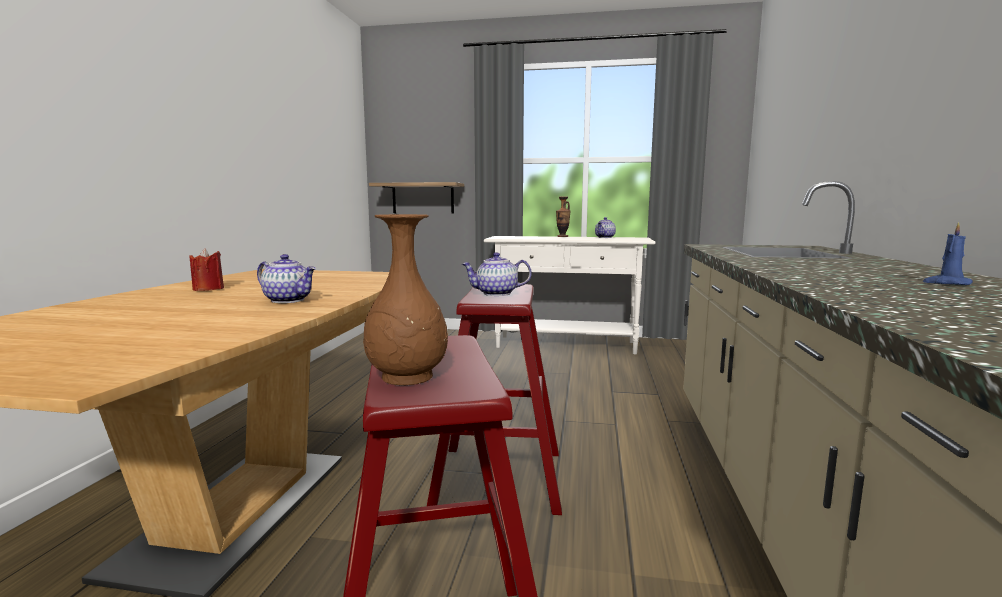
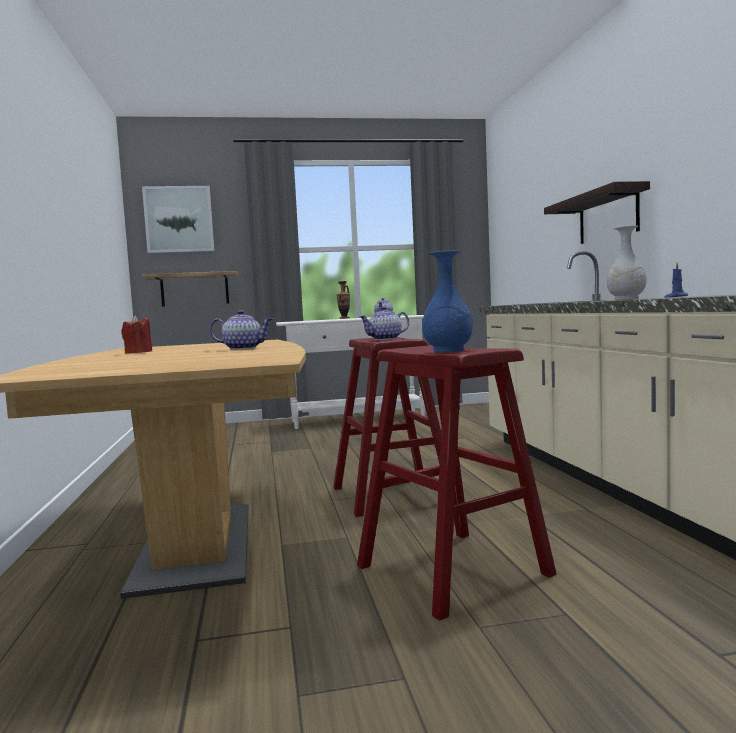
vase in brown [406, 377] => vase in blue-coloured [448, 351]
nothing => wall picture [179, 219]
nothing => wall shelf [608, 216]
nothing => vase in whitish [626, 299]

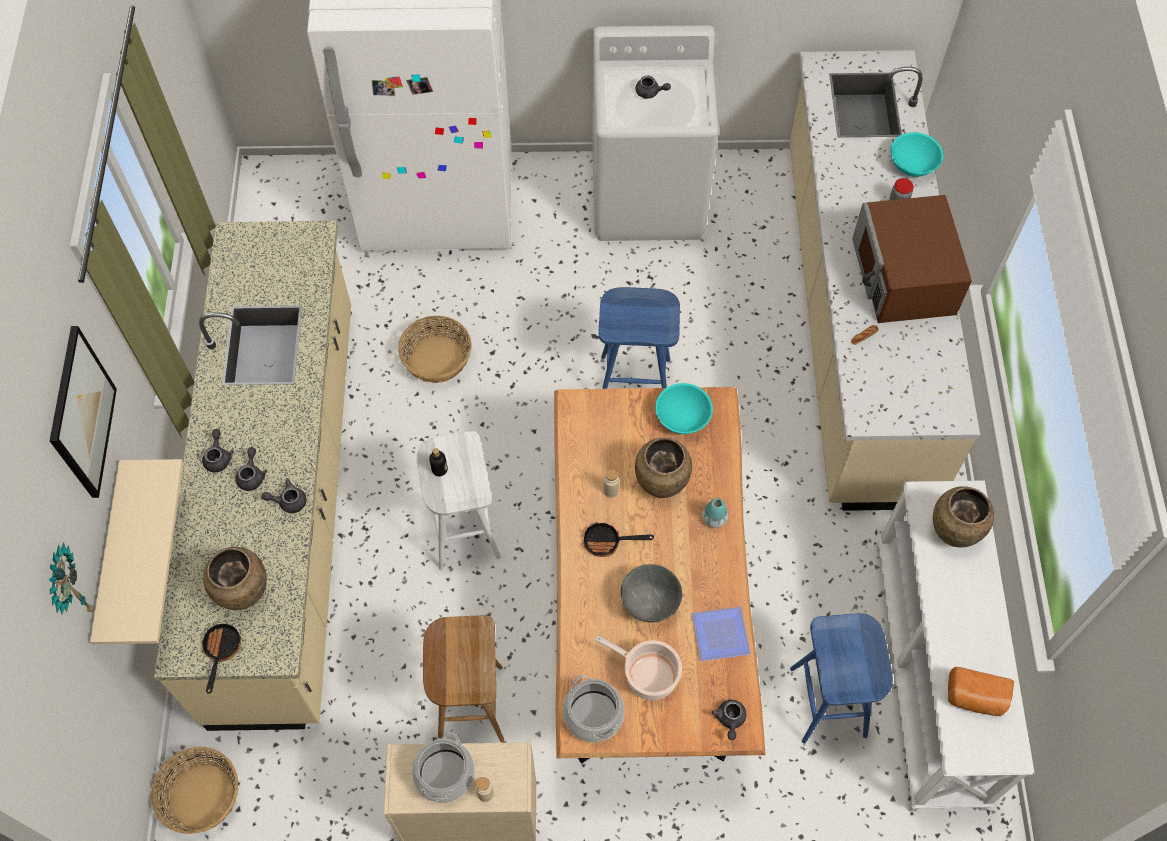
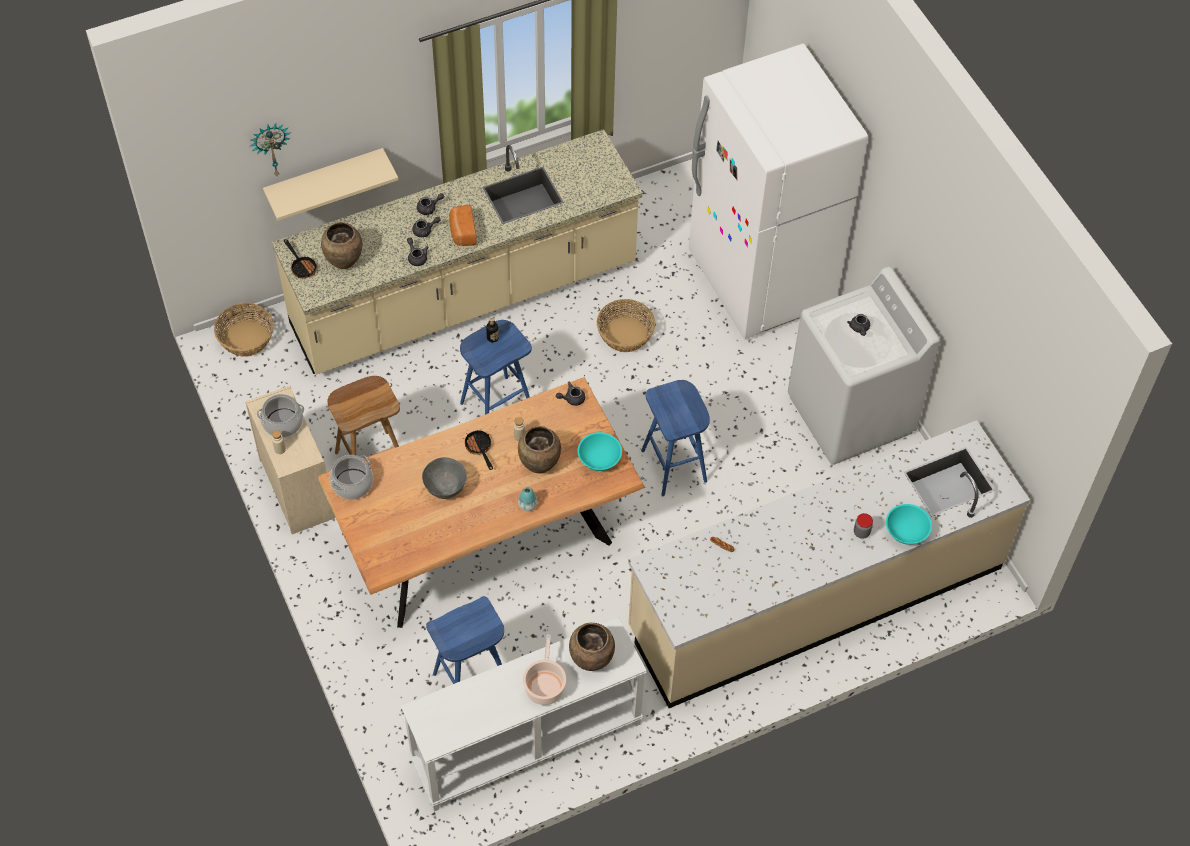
wall picture [81, 413] => nothing
pan [221, 651] => pan [302, 266], 75 degrees clockwise
stool seat in whitish [462, 530] => stool seat in blue-coloured [497, 404]
cooking pot [648, 675] => cooking pot [545, 686], moved
flat dish [722, 636] => nothing
pot for tea in gray [730, 720] => pot for tea in gray [571, 398], moved
microwave in brown [904, 277] => nothing
bakery bread [975, 698] => bakery bread [462, 232], moved

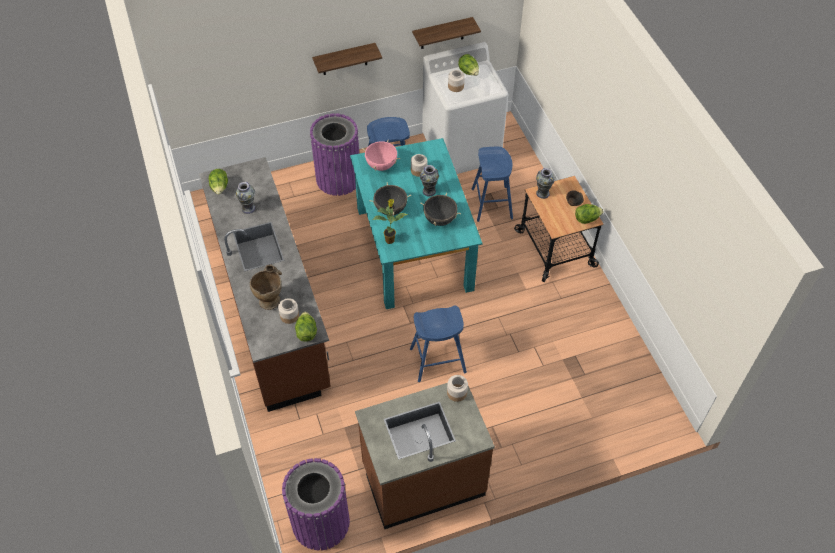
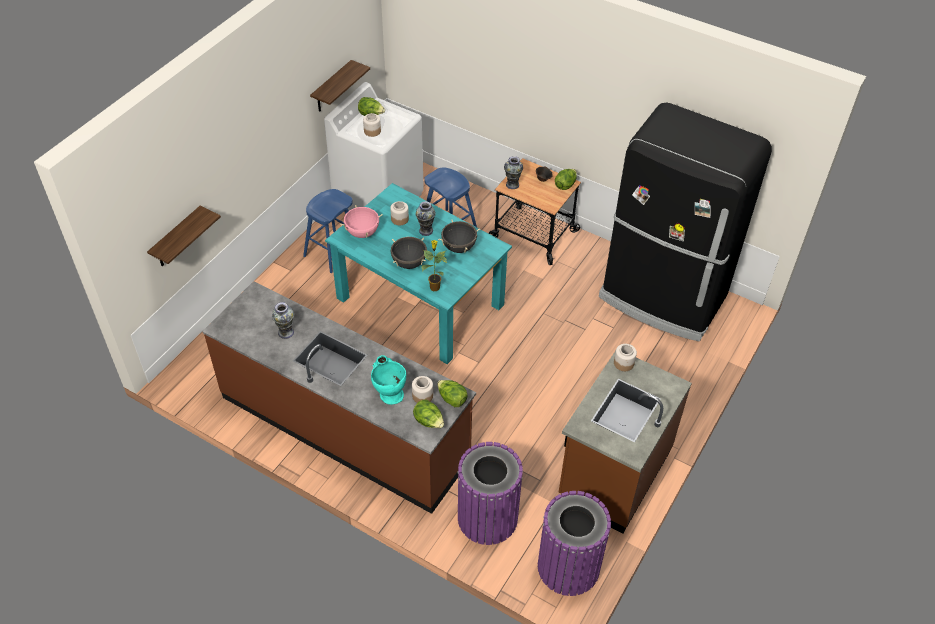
head of lettuce [220, 188] => head of lettuce [429, 421], moved
vase in beige-coloured [270, 297] => vase in turquoise [388, 392]
waste bin in purple [338, 178] => waste bin in purple [487, 518], moved
wall shelf [344, 59] => wall shelf [177, 238], moved
stool seat in blue-coloured [438, 360] => nothing
nothing => fridge in black [662, 298]

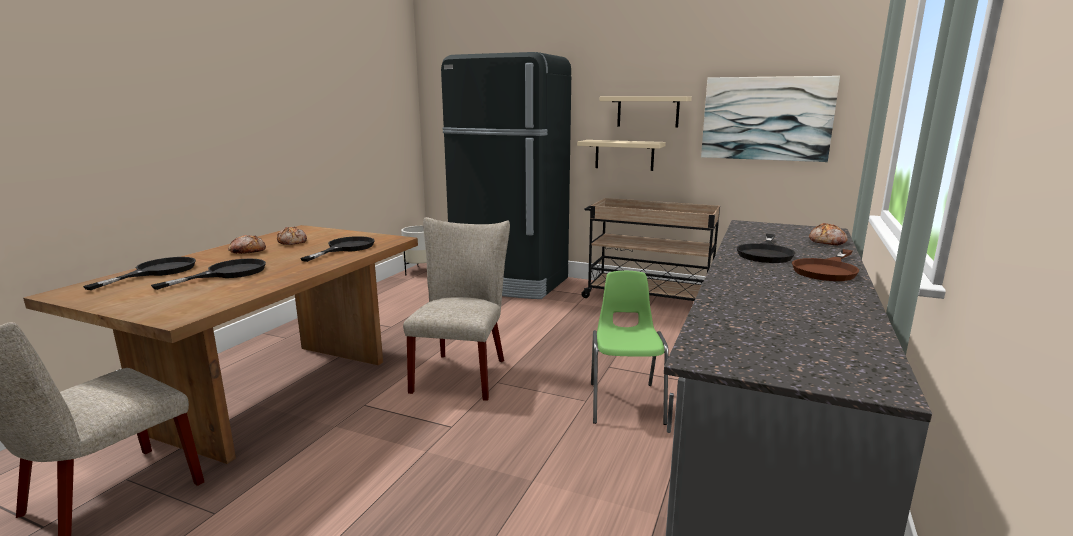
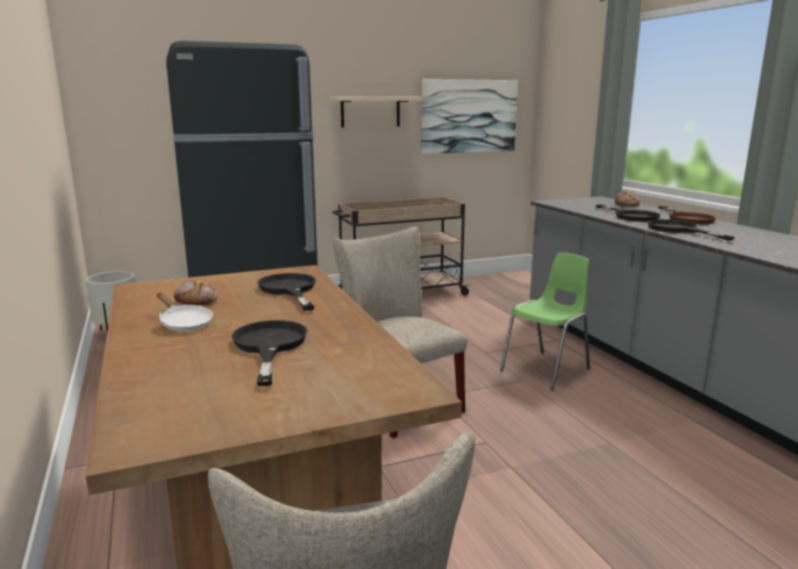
pan in black [157, 272] => pan in black [678, 230], moved
bakery bread [247, 251] => pan in whitish [183, 323]
wall shelf in beige-coloured [624, 155] => nothing
plain chair in green [625, 402] => plain chair in green [546, 370], 90 degrees clockwise

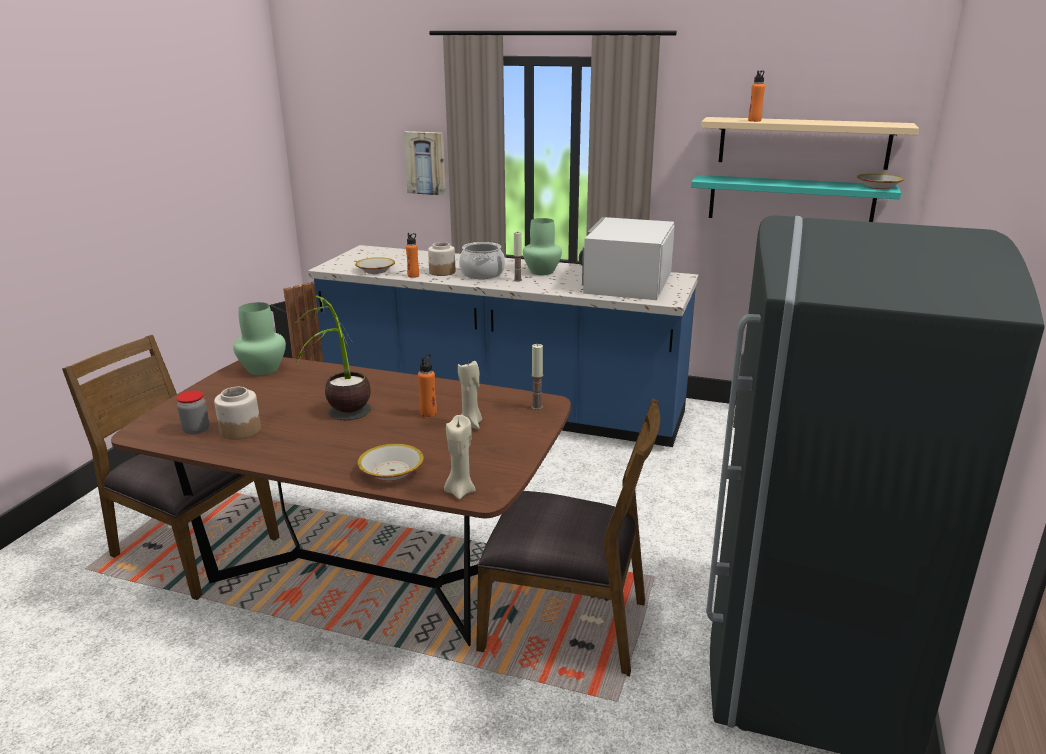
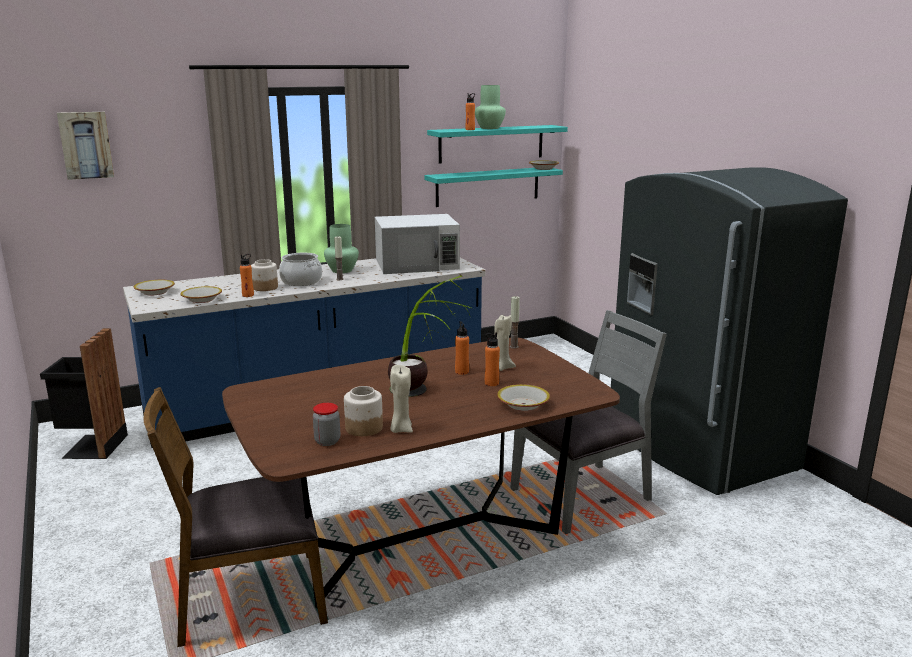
vase in green [263, 369] => vase in green [489, 128], moved
wall picture [426, 163] => wall picture [85, 145], moved
wax candle in beige-coloured [460, 491] => wax candle in beige-coloured [401, 429], moved
plain chair in brown [566, 623] => plain chair in gray [582, 496]
microwave in whitish [627, 283] => microwave in whitish [417, 264], 75 degrees counterclockwise
wall shelf in beige-coloured [803, 142] => wall shelf in turquoise [491, 143]
nothing => serving bowl [155, 292]
nothing => drink bottle in orangey [491, 383]

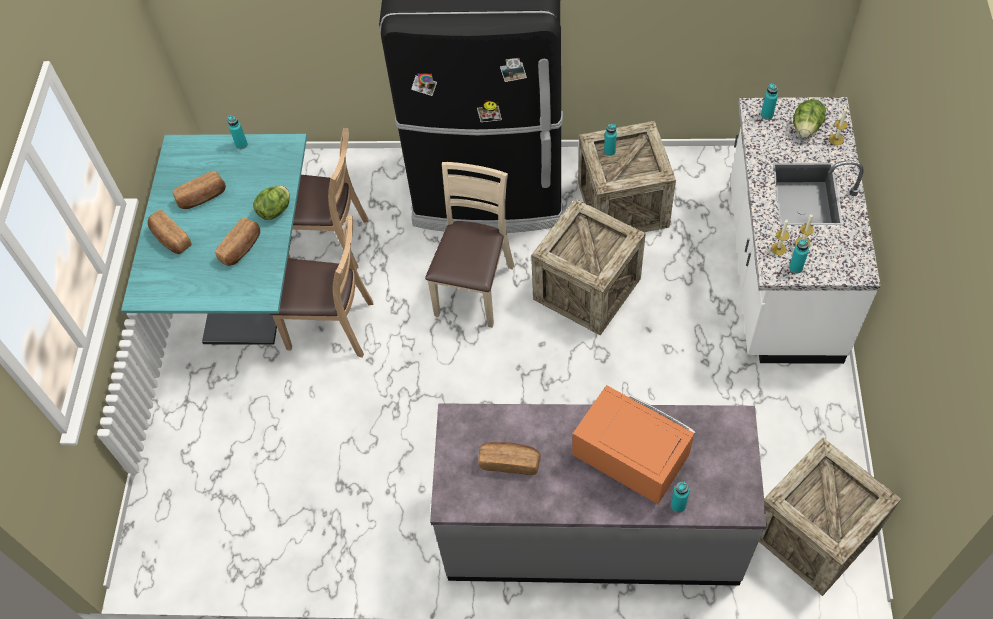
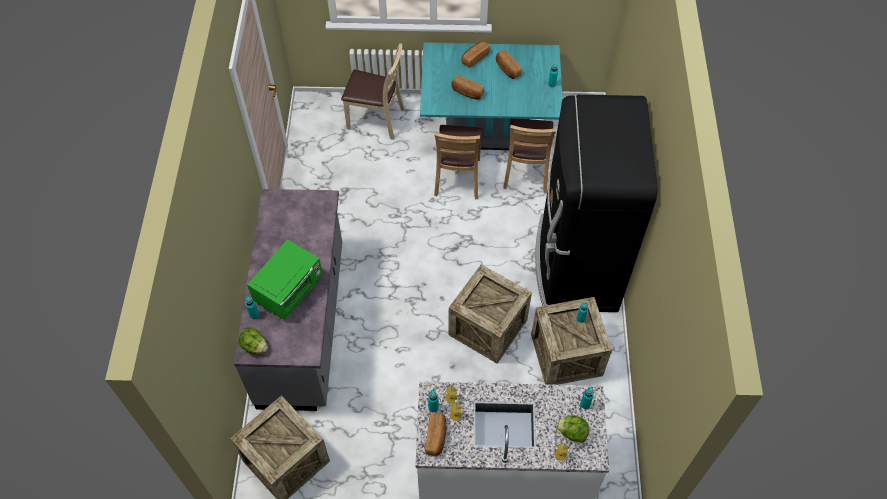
head of lettuce [275, 210] => head of lettuce [254, 346], moved
plain chair in beige-coloured [474, 289] => plain chair in beige-coloured [376, 119], moved
bakery bread [509, 462] => bakery bread [436, 437], moved
microwave in orangey [629, 457] => microwave in green [290, 290]

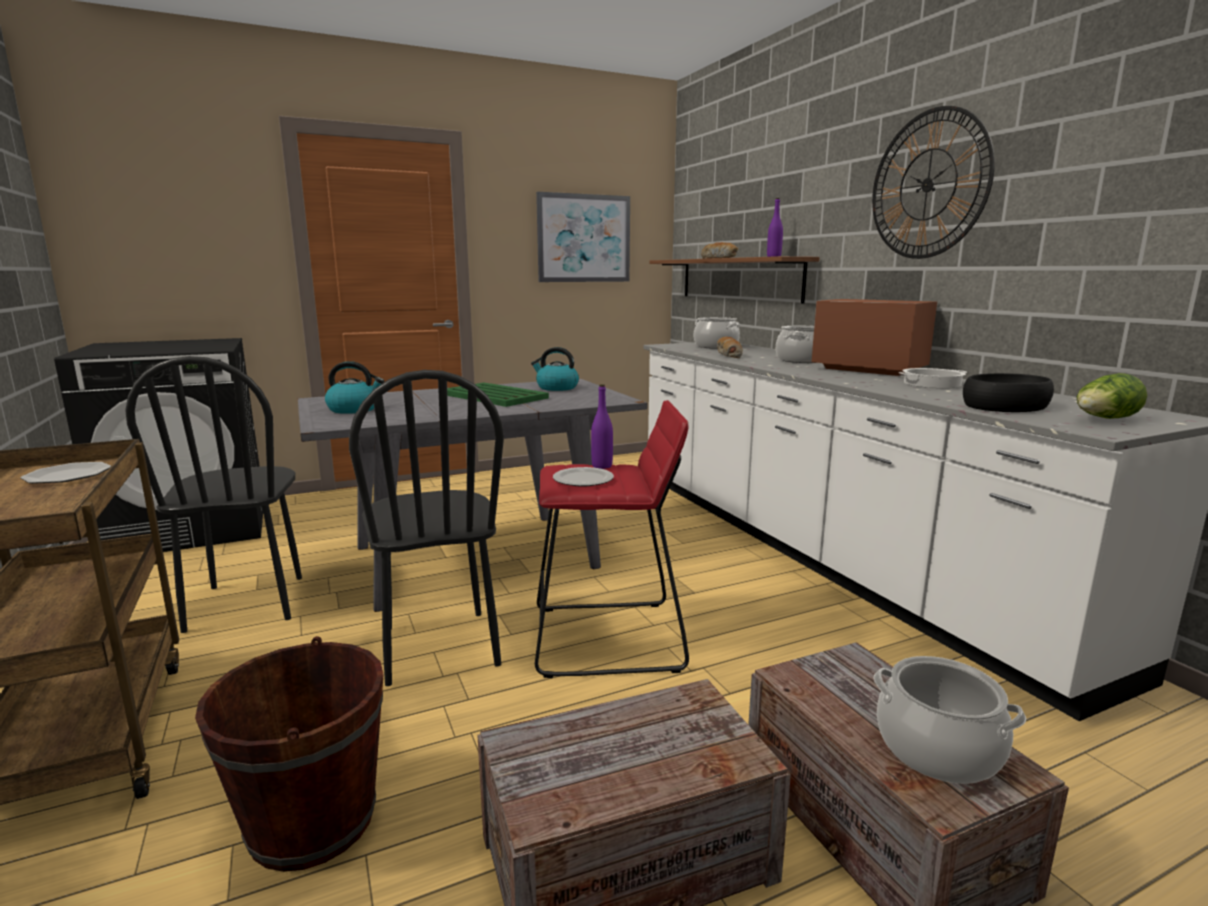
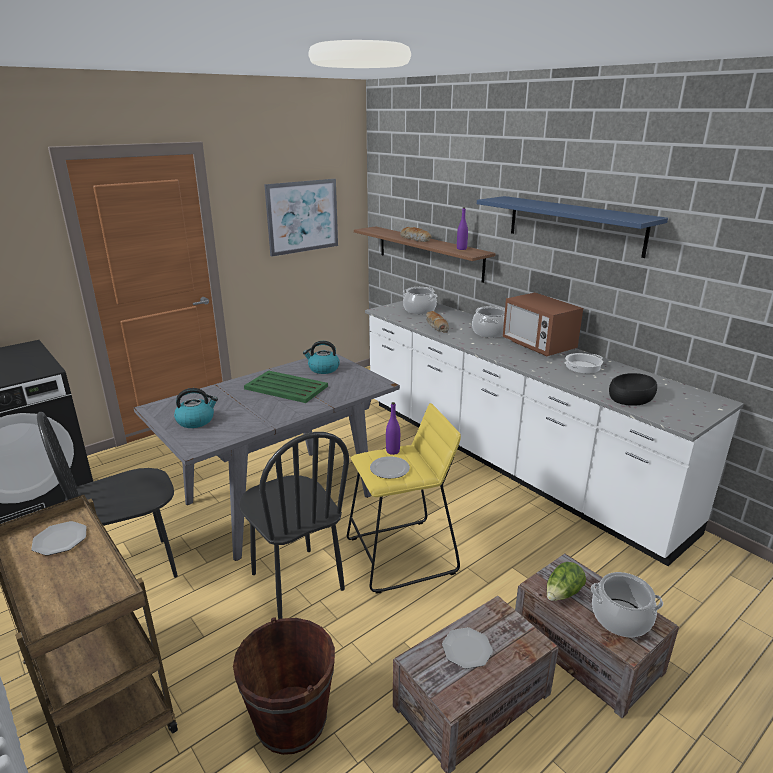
plain chair in black [247, 603] => plain chair in black [134, 570], 90 degrees clockwise
stool seat in reddish [607, 638] => stool seat in yellow-coloured [401, 555]
microwave [869, 369] => microwave [538, 346], 150 degrees counterclockwise
hanging clock [928, 185] => wall shelf in blue-coloured [574, 225]
head of lettuce [1104, 420] => head of lettuce [563, 593], moved
nothing => flat dish [467, 649]

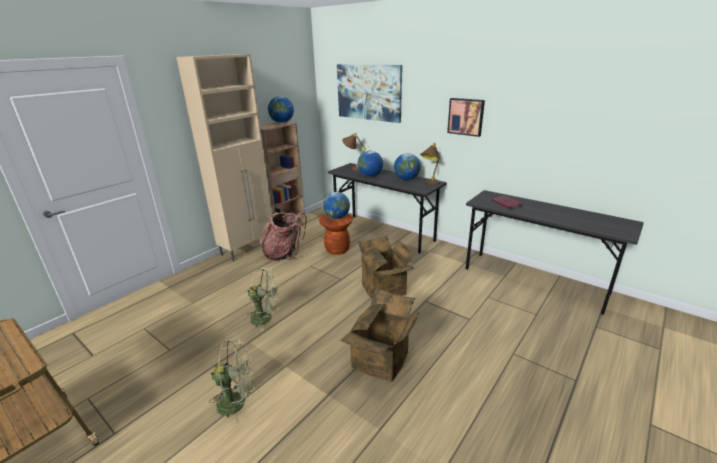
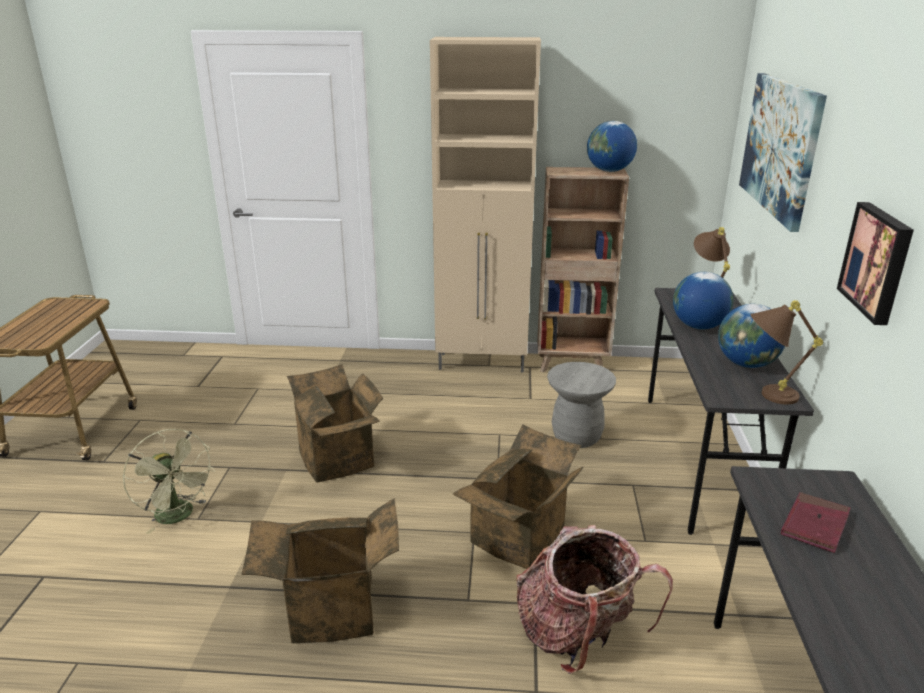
cooling fan in green [266, 318] => cardboard box [340, 459]
rucksack [284, 253] => rucksack [578, 636], moved
stool seat in brown [337, 249] => stool seat in gray [576, 437]
globe [337, 217] => nothing

